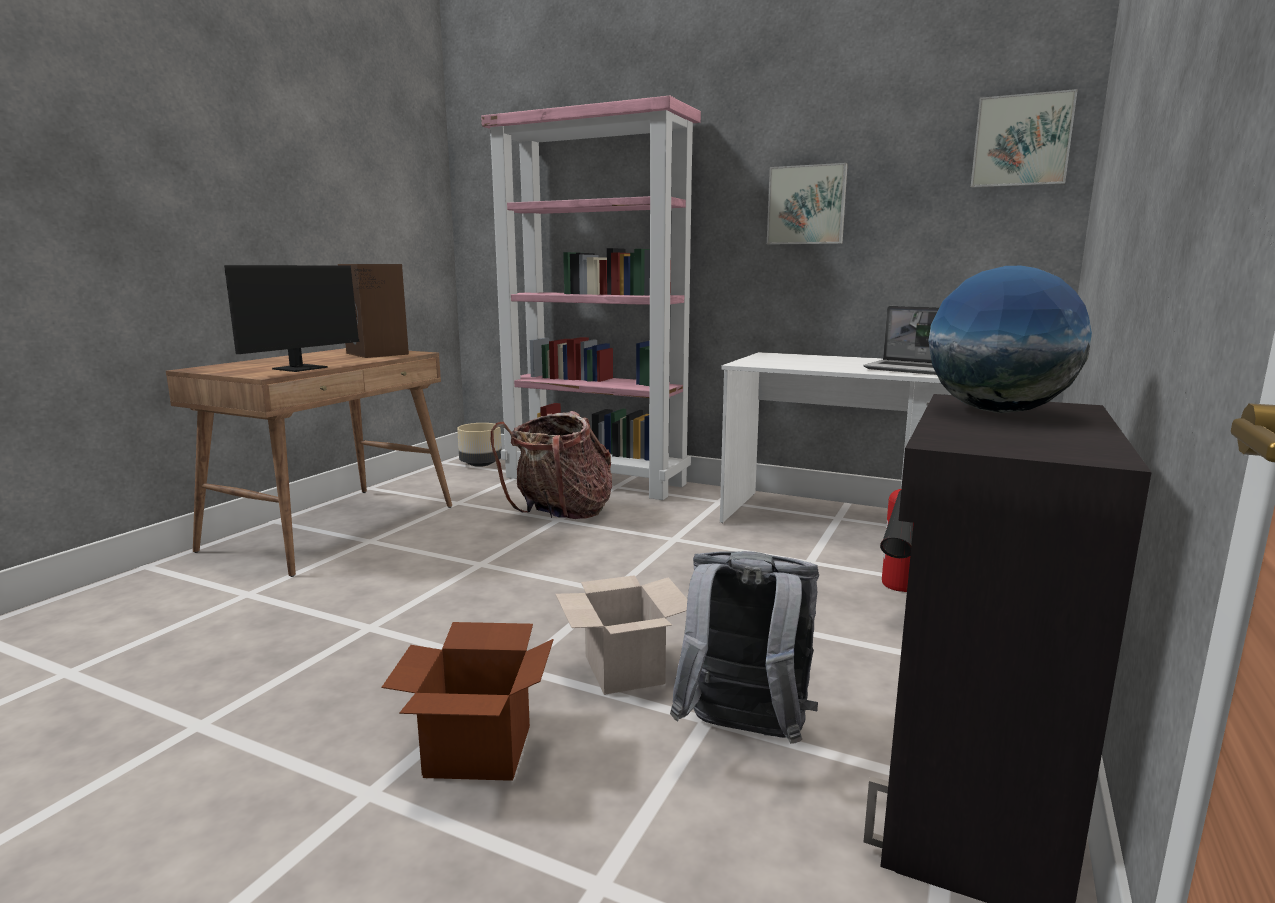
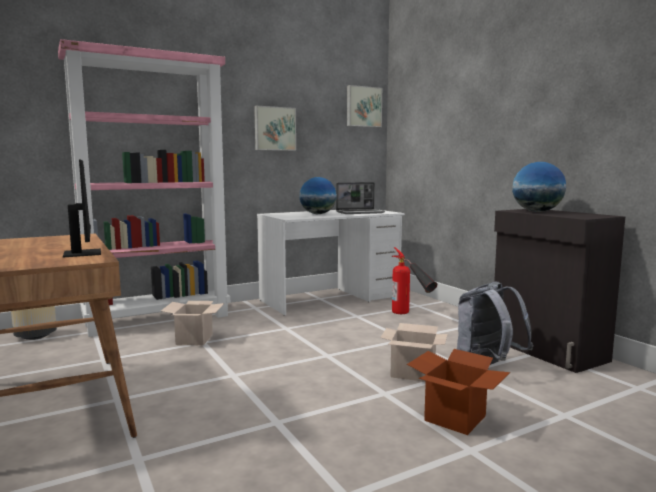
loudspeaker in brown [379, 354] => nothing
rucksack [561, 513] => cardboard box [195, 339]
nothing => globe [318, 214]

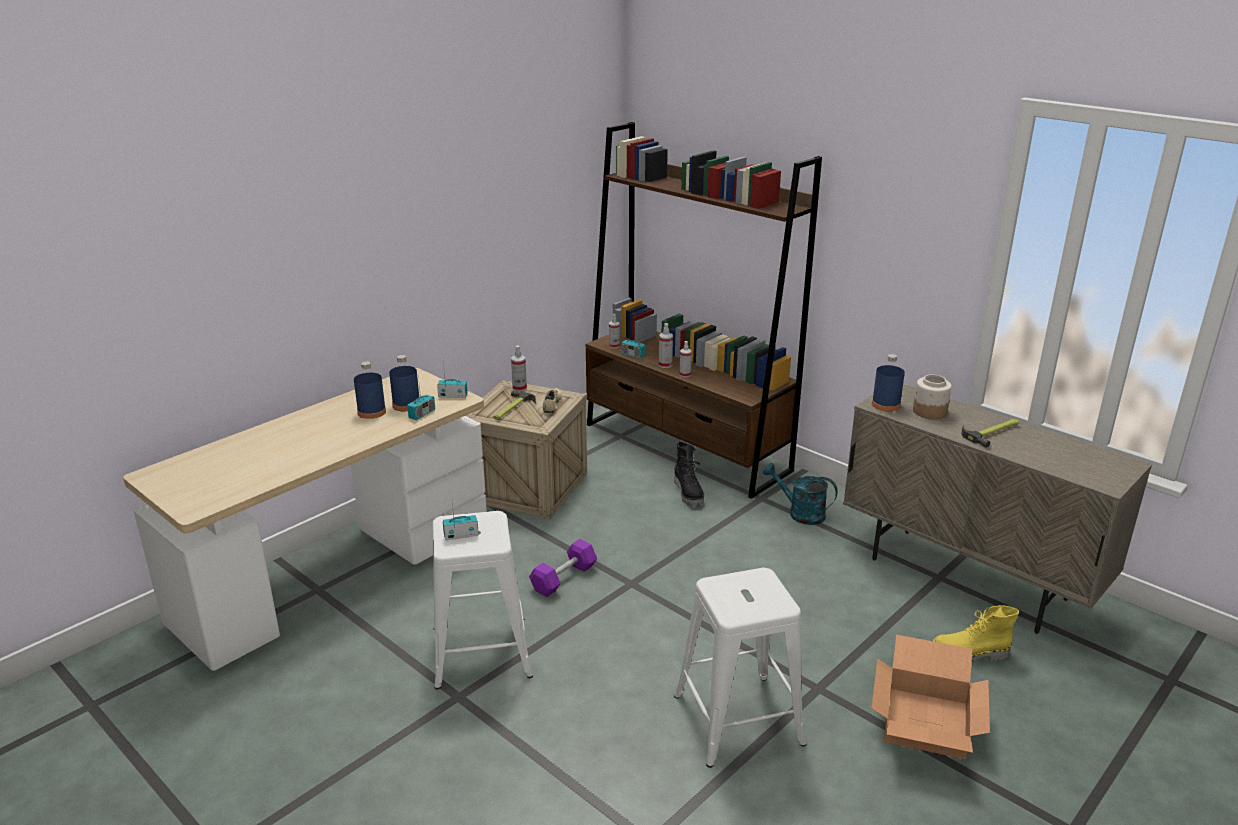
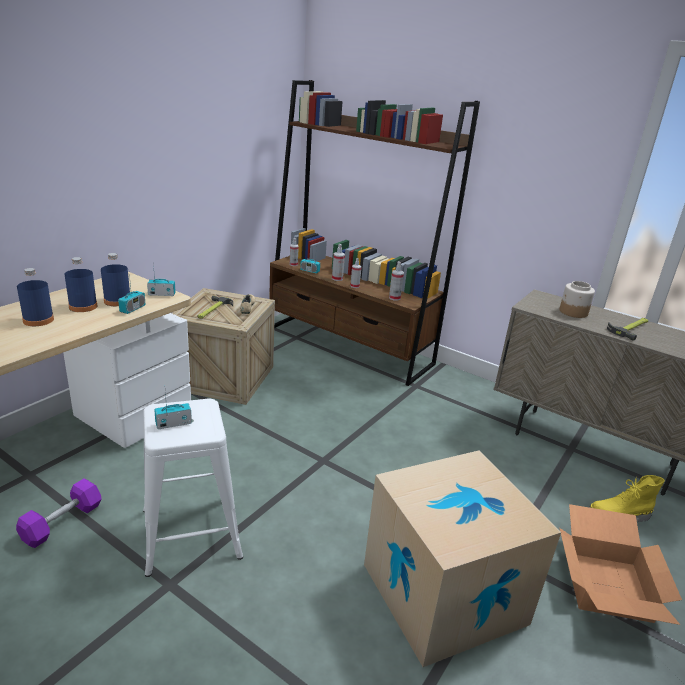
sprayer [519, 388] => sprayer [394, 298], moved
dumbbell in purple [564, 578] => dumbbell in purple [62, 522], moved
boot in black [689, 493] => nothing
stool seat in whitish [738, 719] => cardboard box [443, 593]
sprinkling can in turquoise [800, 513] => nothing
drink bottle in blue-coloured [886, 405] => drink bottle in blue-coloured [38, 320], moved

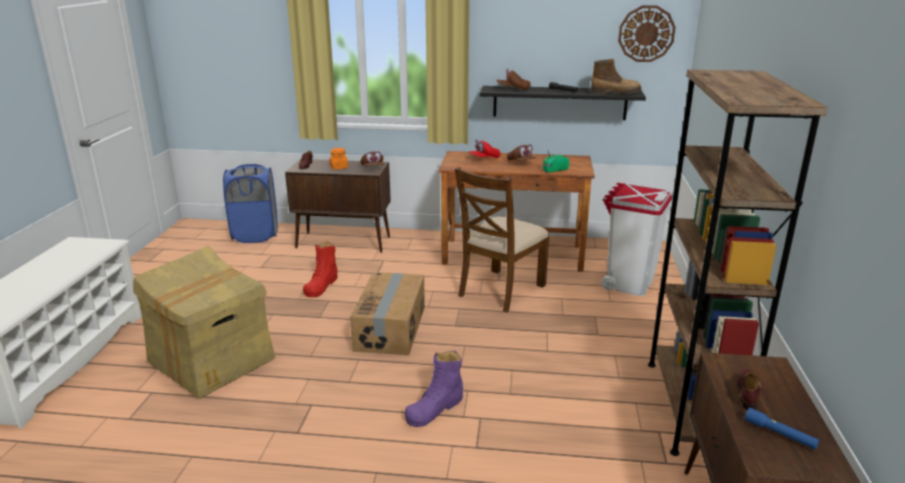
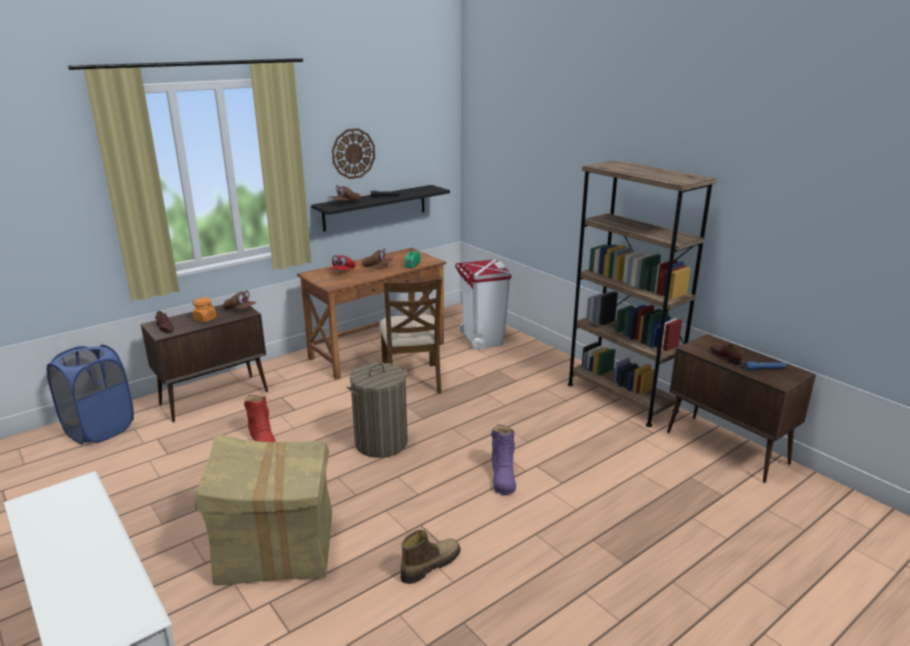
cardboard box [391, 328] => washing basket [381, 443]
boot [615, 93] => boot [430, 565], moved
hanging clock [646, 34] => hanging clock [353, 153], moved

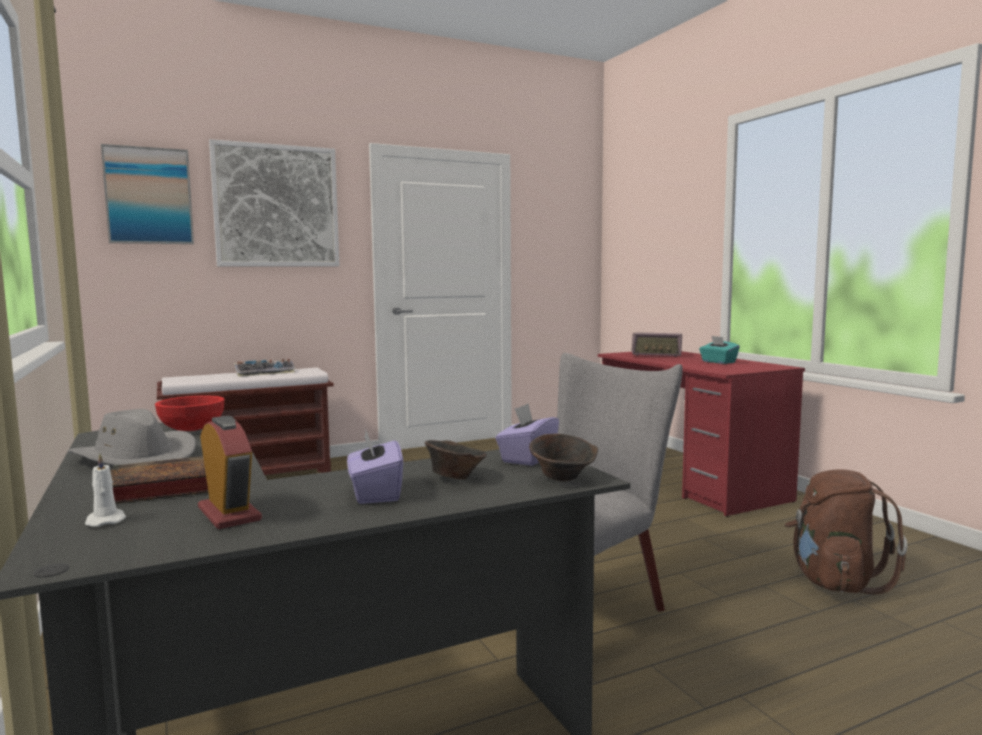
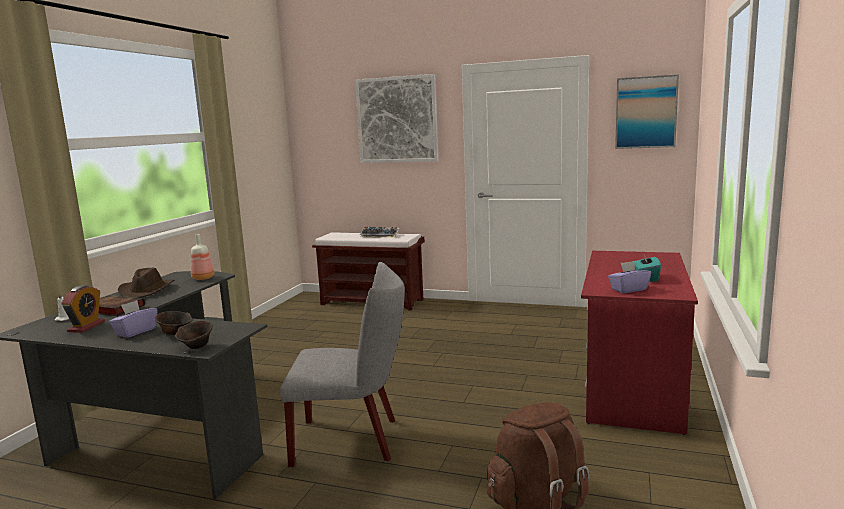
hat in gray [137, 458] => hat in brown [147, 291]
wall picture [149, 196] => wall picture [646, 112], moved
serving bowl in reddish [192, 429] => drink bottle [204, 278]
tissue box in purple [527, 458] => tissue box in purple [628, 289], moved
radio receiver [656, 355] => nothing

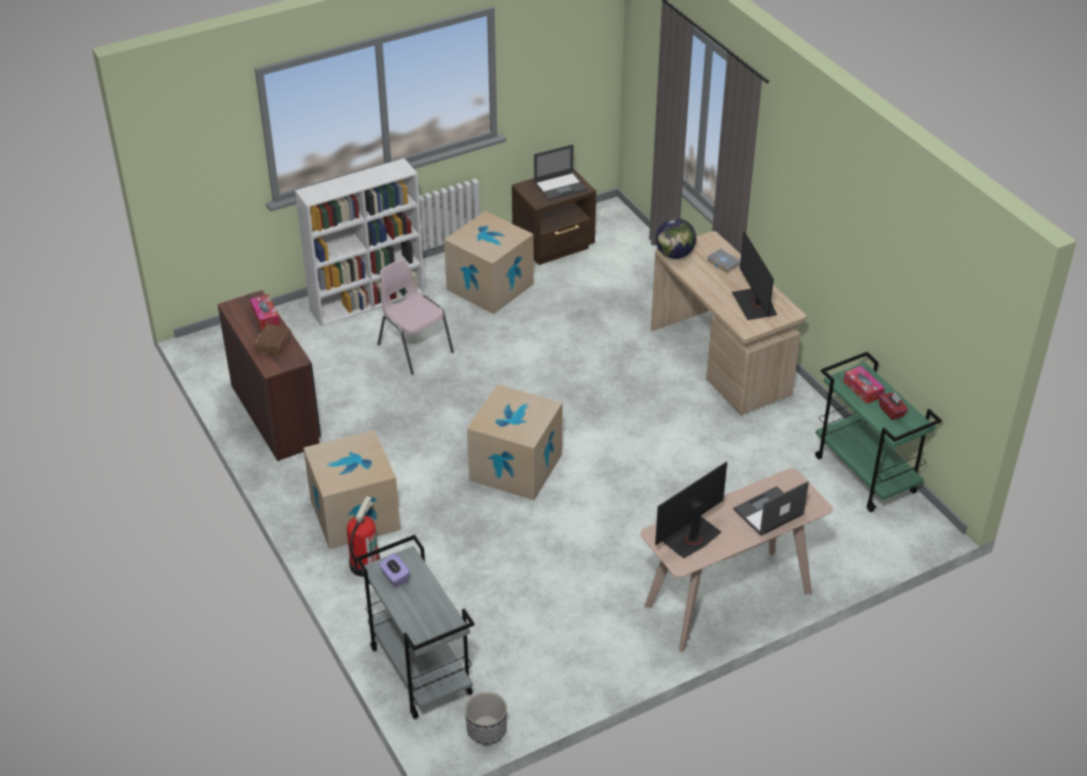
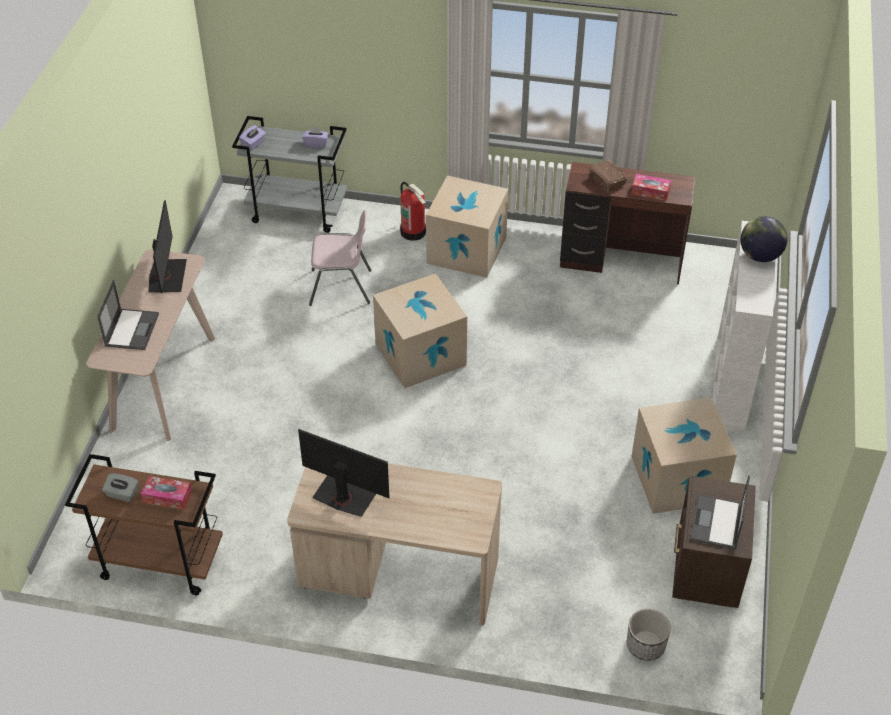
plain chair in pinkish [414, 348] => plain chair in pinkish [341, 287], moved
flower pot [487, 730] => flower pot [645, 645], moved
globe [674, 254] => globe [759, 256], moved
book in gray [722, 263] => nothing
trolley in green [866, 475] => trolley in brown [158, 562]
tissue box in reddish [891, 412] => tissue box in gray [122, 494]
nothing => tissue box in purple [253, 144]

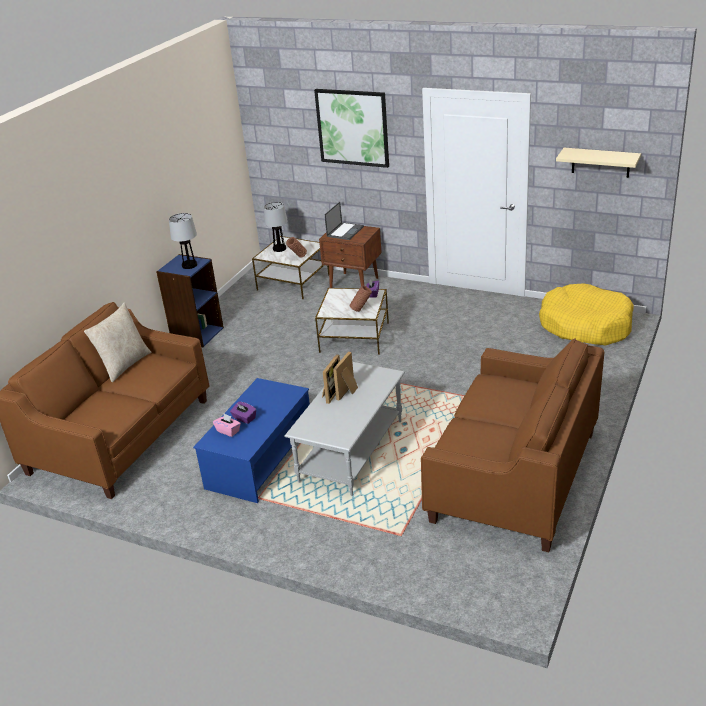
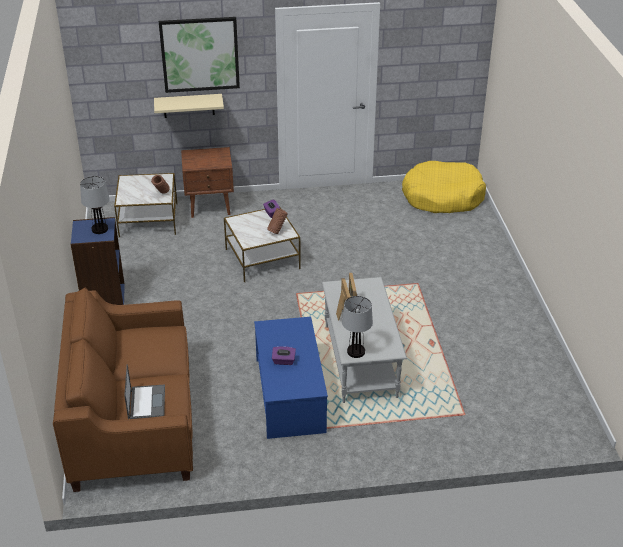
pillow in beige-coloured [124, 365] => nothing
tissue box in pinkish [228, 431] => nothing
tabletop lamp [279, 249] => tabletop lamp [356, 352], moved
portable computer [345, 231] => portable computer [146, 402], moved
sofa in brown [514, 476] => nothing
wall shelf in beige-coloured [600, 162] => wall shelf in beige-coloured [188, 105], moved

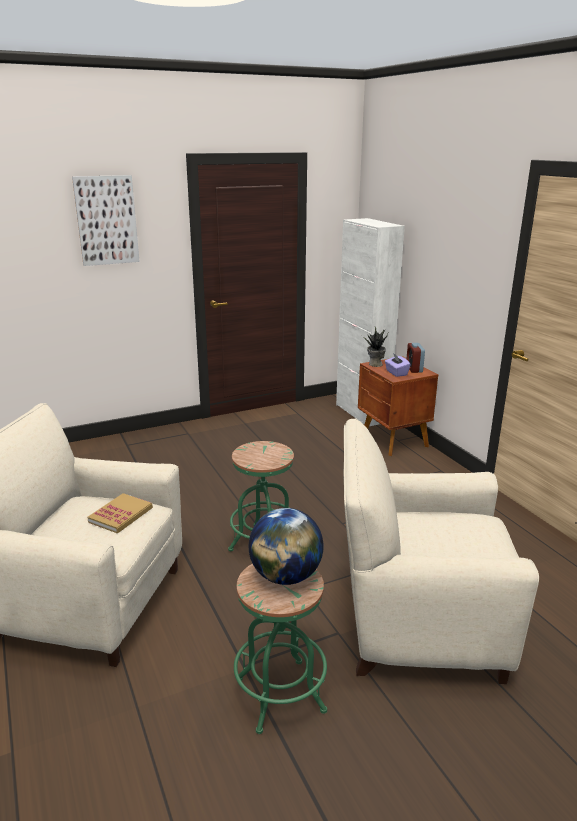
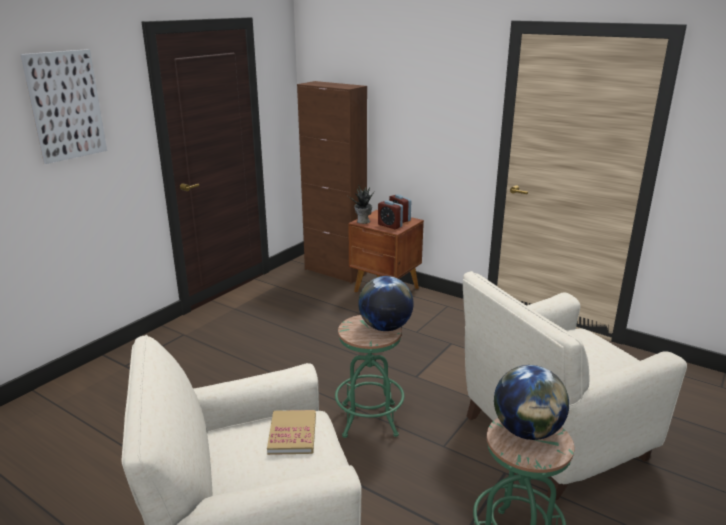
cupboard in whitish [361, 413] => cupboard in brown [335, 271]
tissue box in purple [396, 373] => alarm clock [390, 225]
nothing => globe [385, 327]

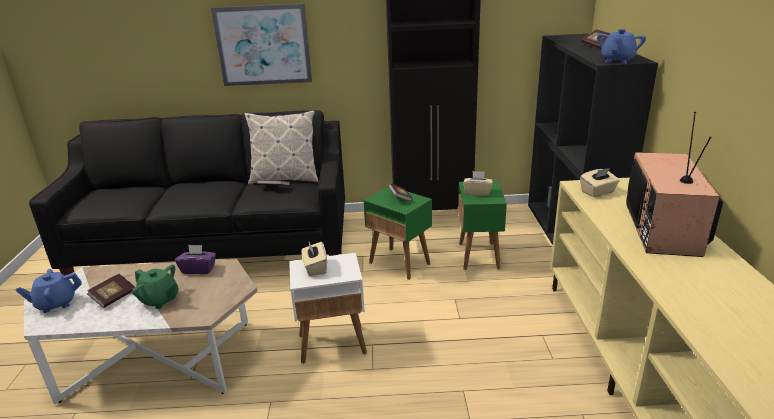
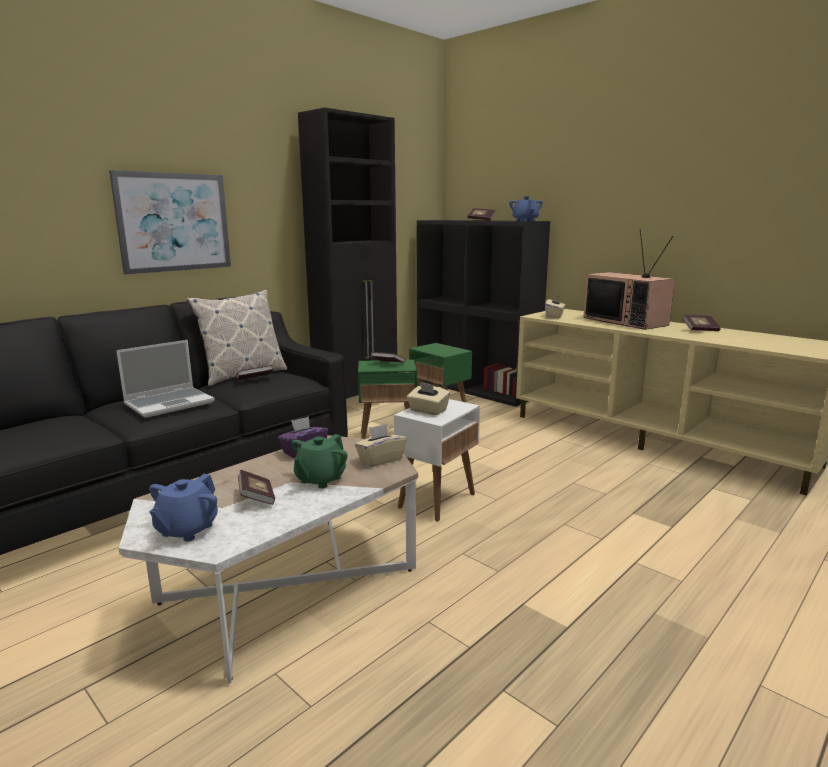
pot for tea in green [160, 300] => pot for tea in green [320, 479], 135 degrees clockwise
tissue box in beige-coloured [477, 192] => tissue box in beige-coloured [380, 460], moved
nothing => portable computer [170, 403]
nothing => book [700, 330]

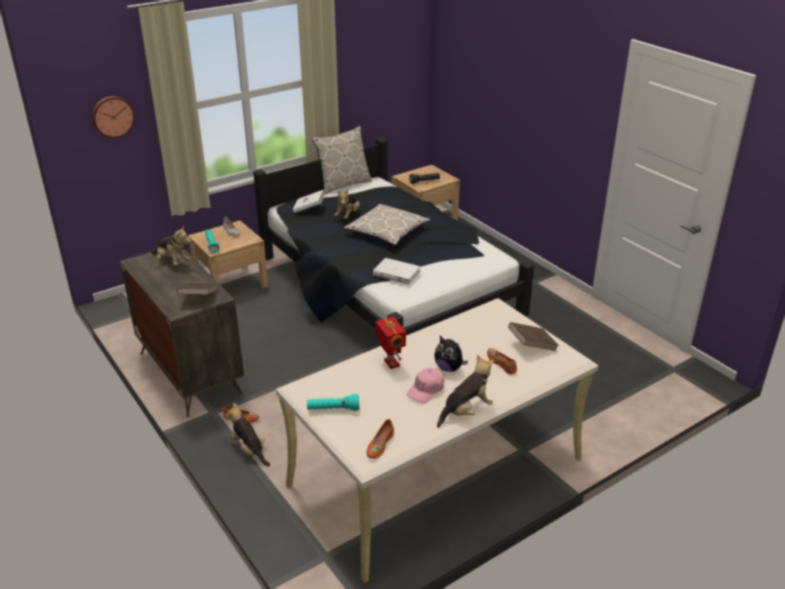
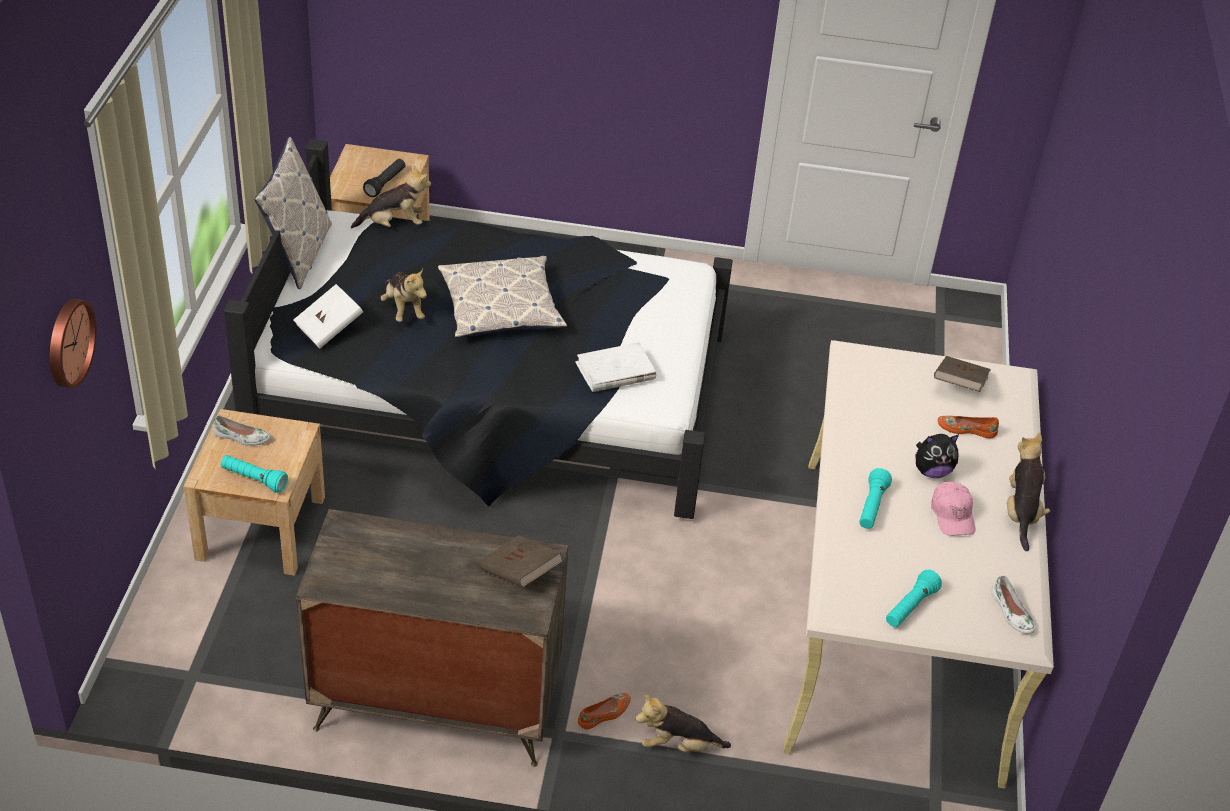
cuddly toy [172, 261] => cuddly toy [394, 224], moved
shoe in orangey [379, 445] => shoe in whitish [1011, 612]
toy robot [390, 363] => flashlight in turquoise [872, 507]

